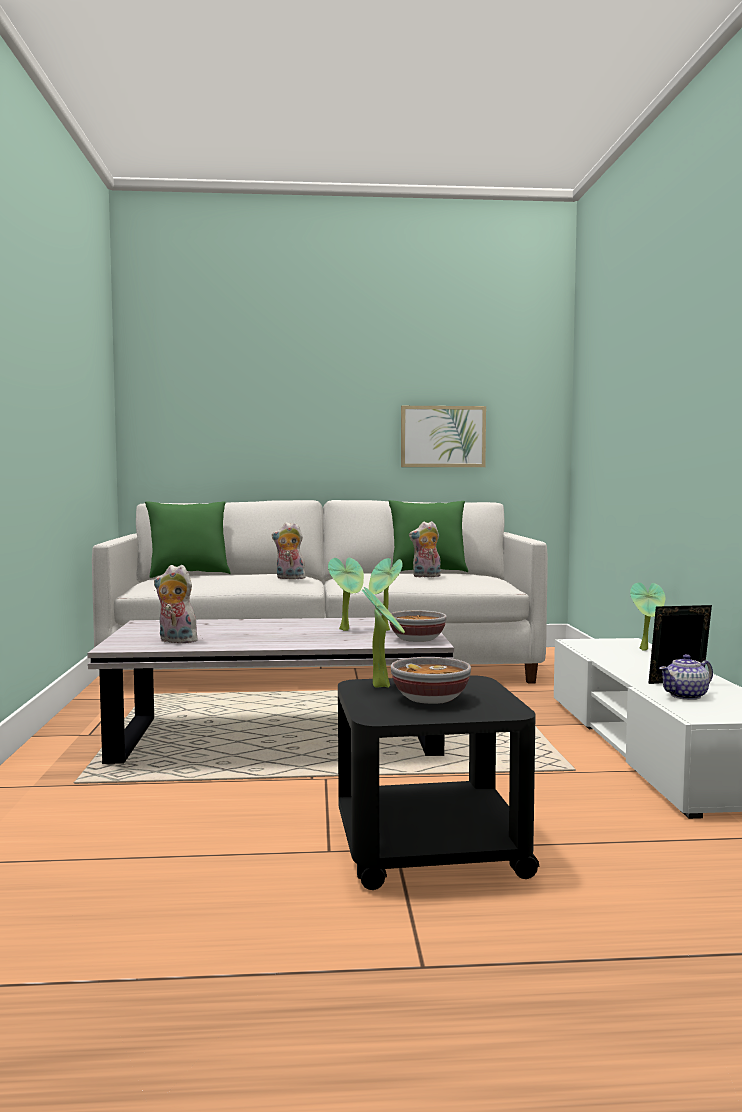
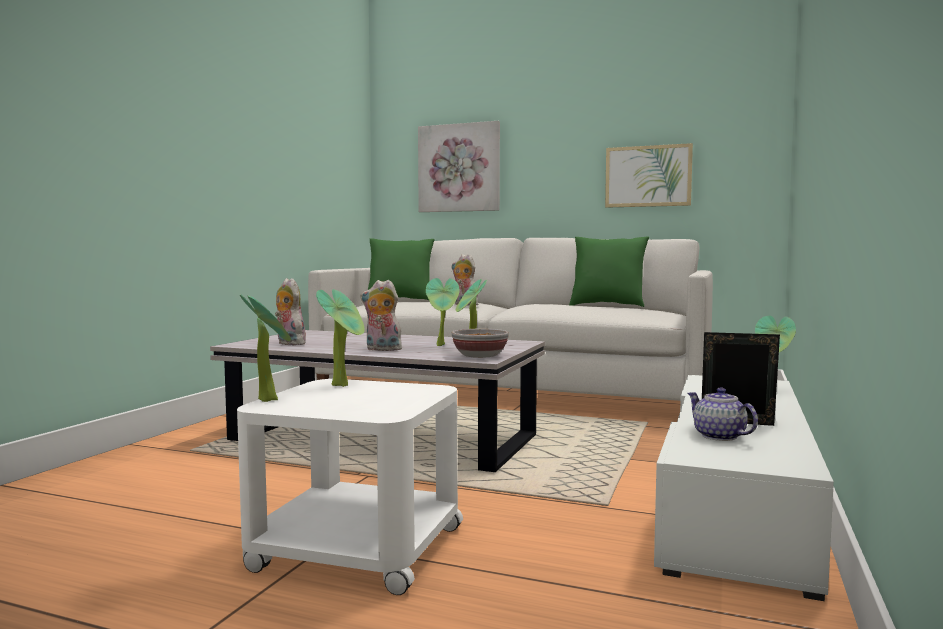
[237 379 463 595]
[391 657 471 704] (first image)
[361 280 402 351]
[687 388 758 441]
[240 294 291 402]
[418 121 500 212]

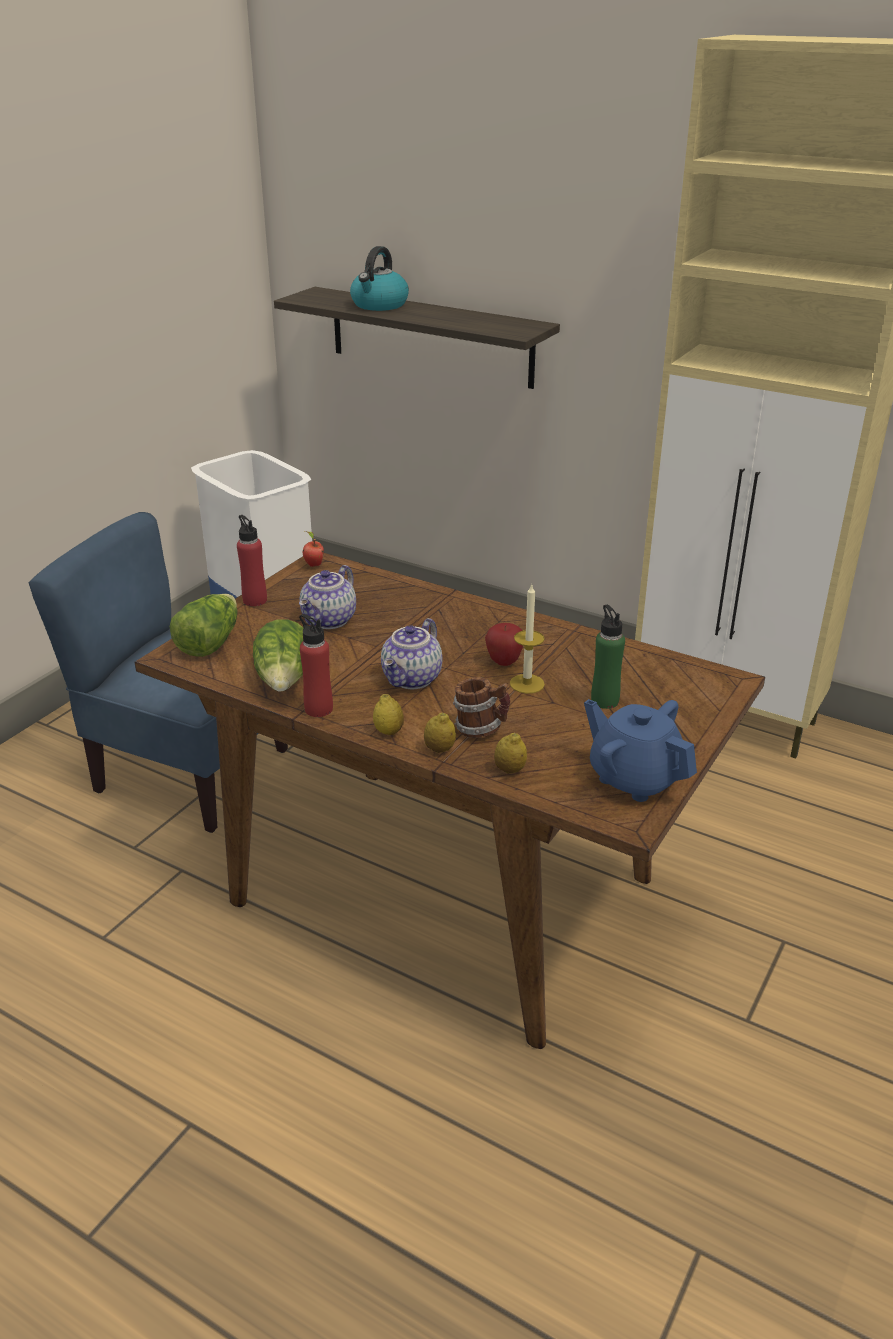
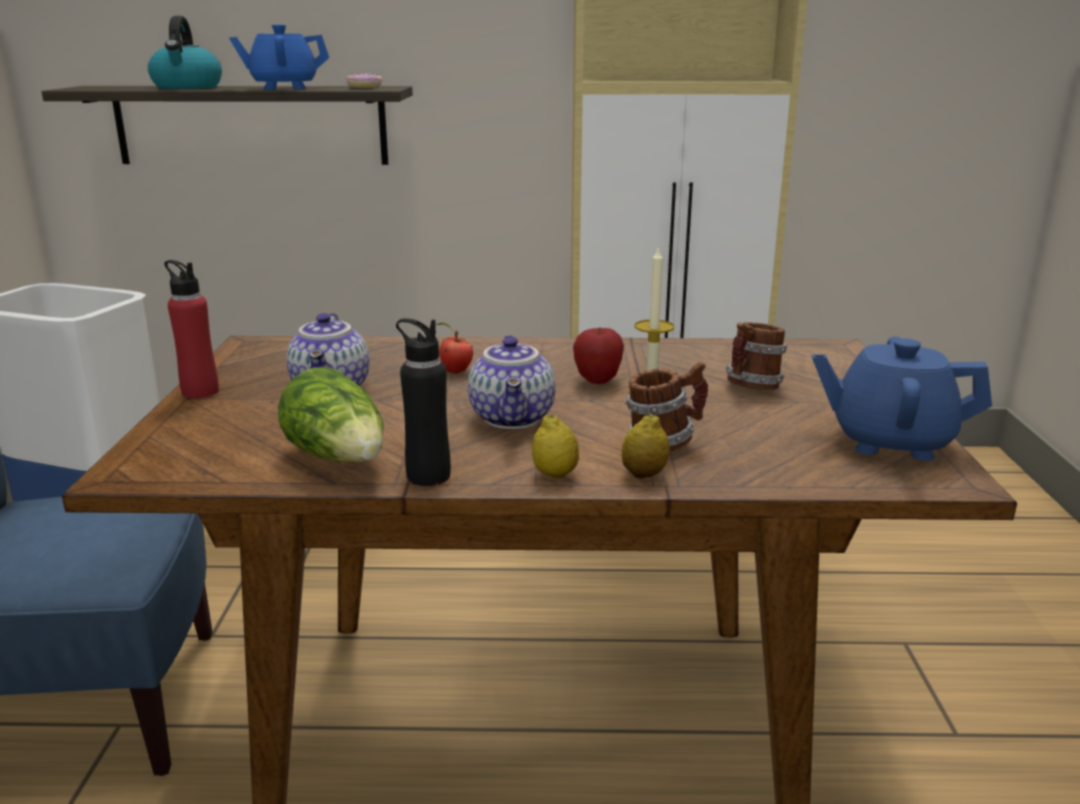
[170 594 238 657] (first image)
[396 318 451 486]
[436 323 473 374]
[494 733 527 774] (first image)
[726 322 787 390]
[229 24 329 90]
[346 73 382 88]

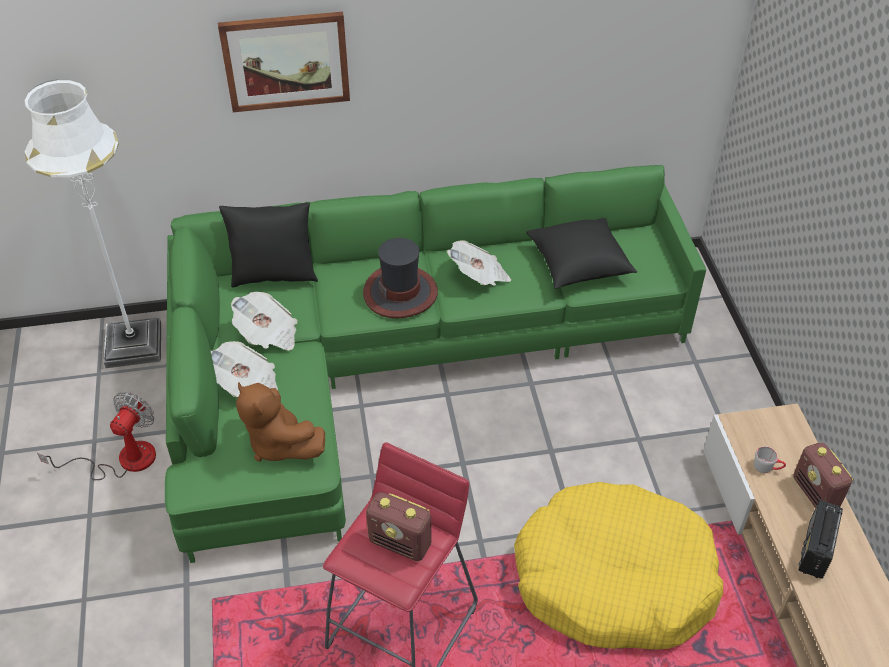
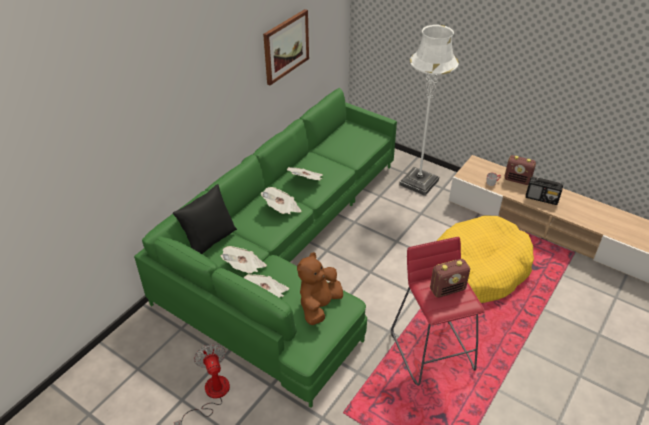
[399 24 459 196]
[263 9 309 85]
[297 252 343 325]
[261 187 301 214]
[526 218 637 289] (first image)
[526 177 563 205]

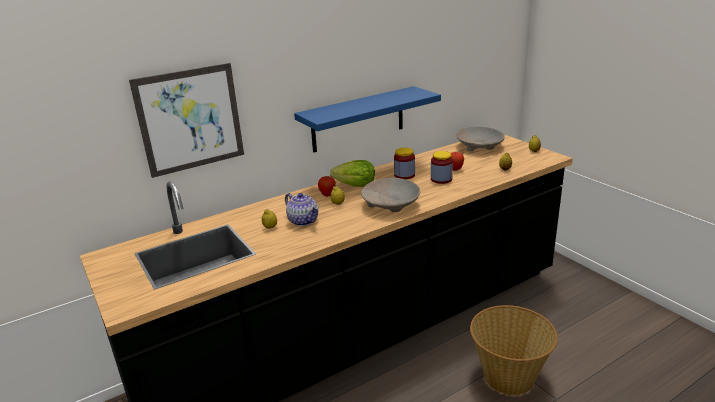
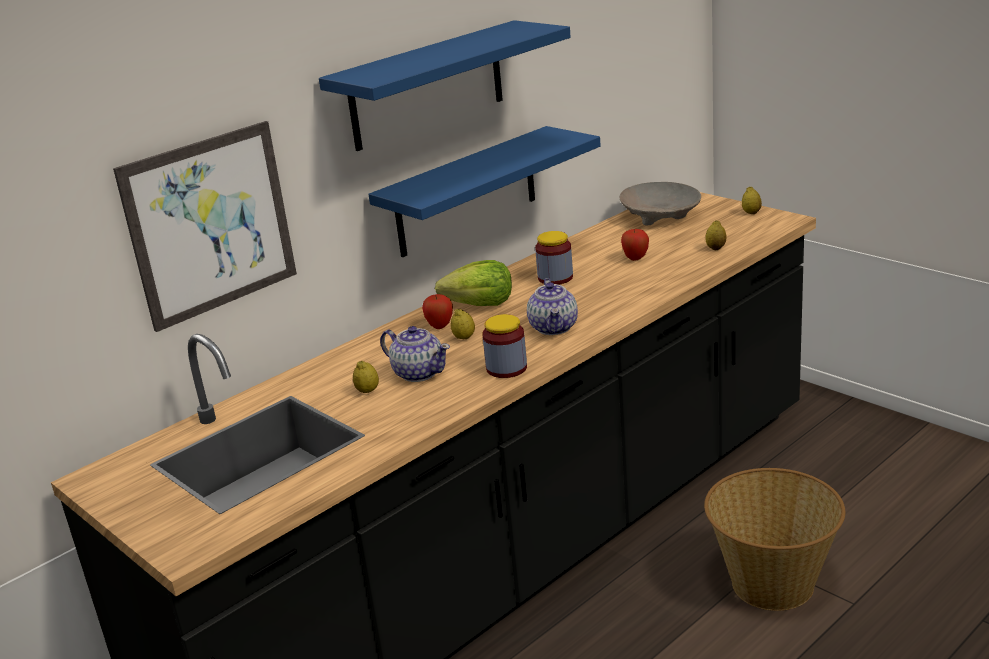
[527 278 578 335]
[482 314 527 378]
[319 20 571 151]

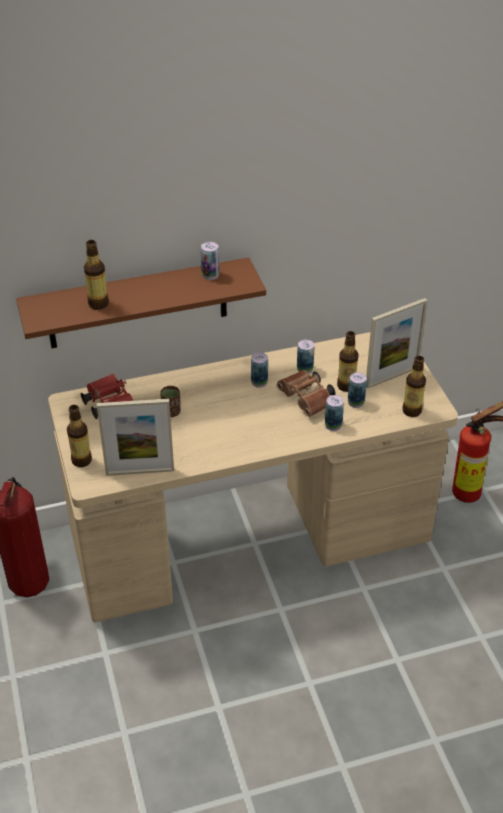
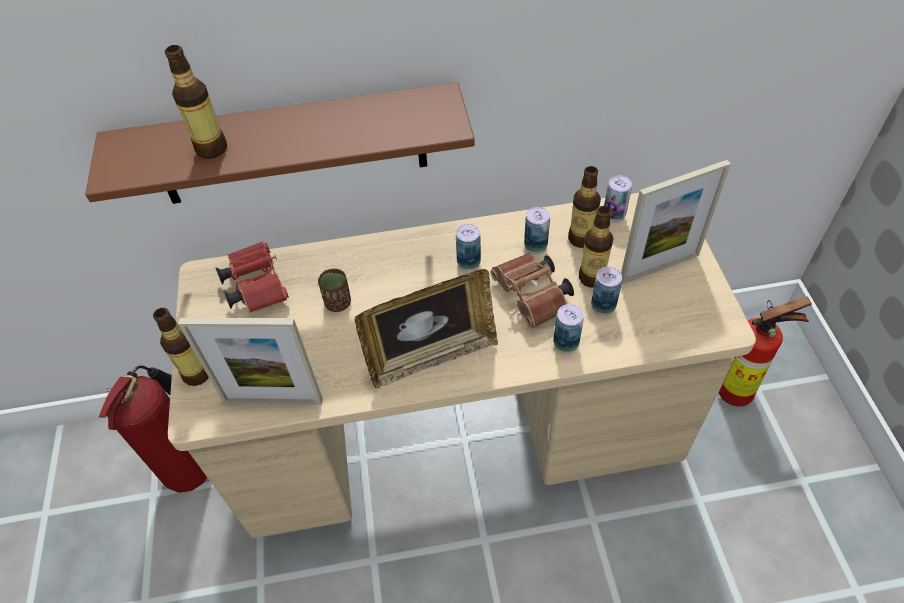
[604 175 632 223]
[568 166 601 248]
[355 269 498 388]

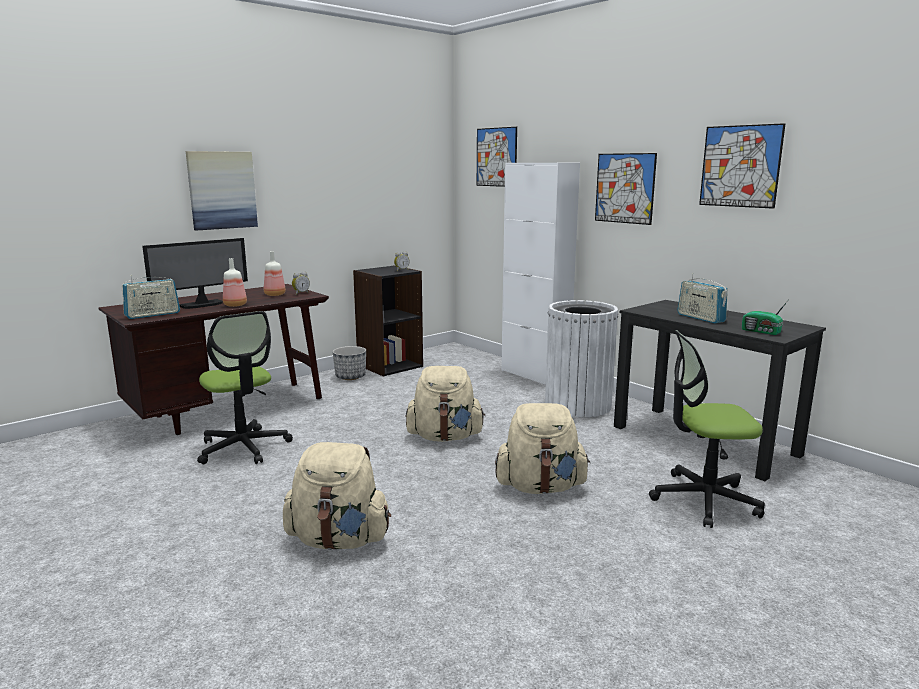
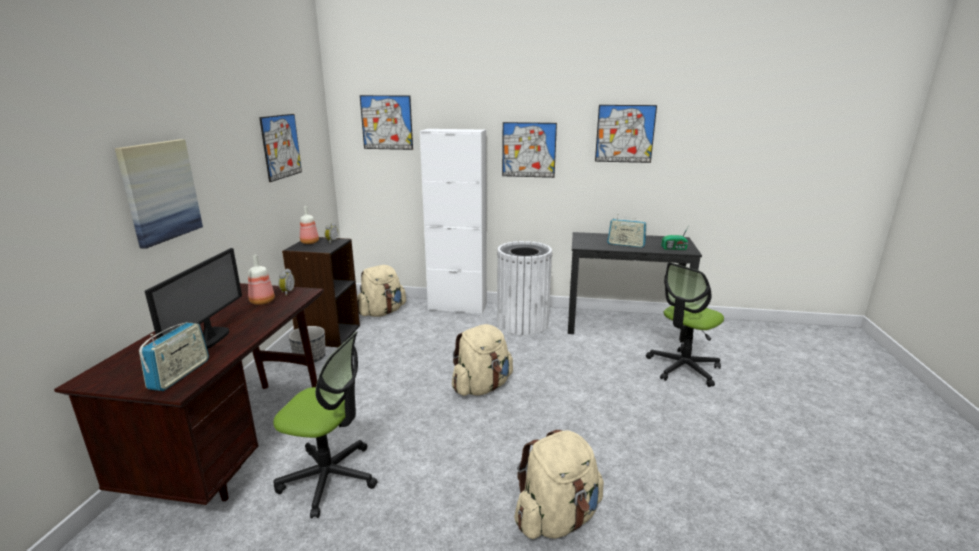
[300 206 319 244]
[357 265 406 317]
[259 114 302 182]

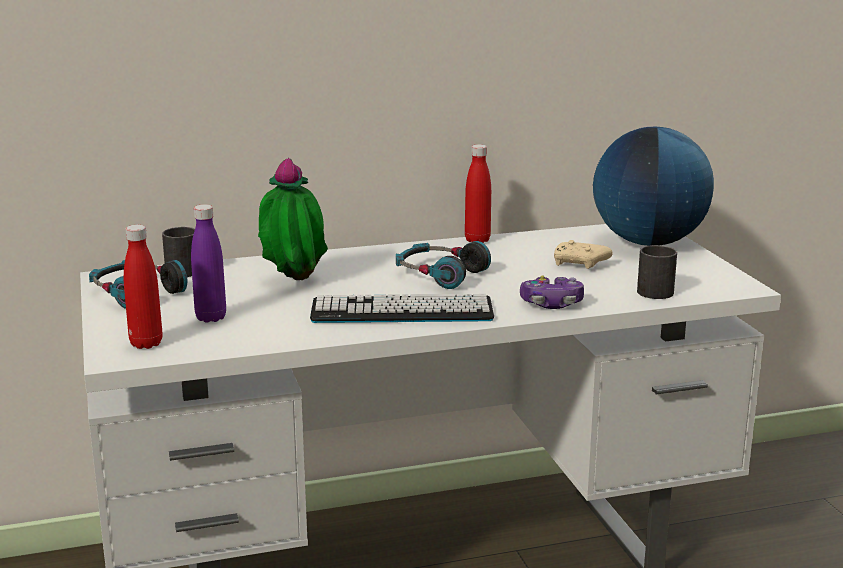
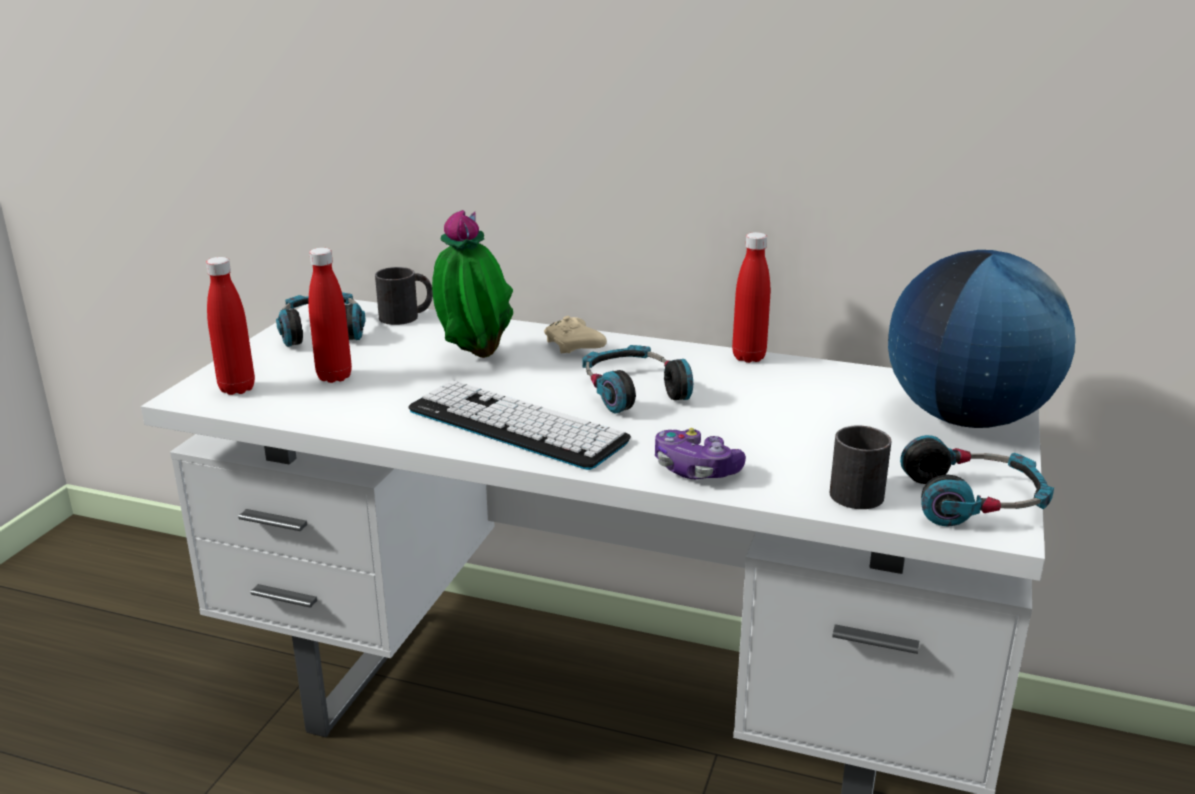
[309 248 352 383]
[544 316 607 353]
[900 435 1054 526]

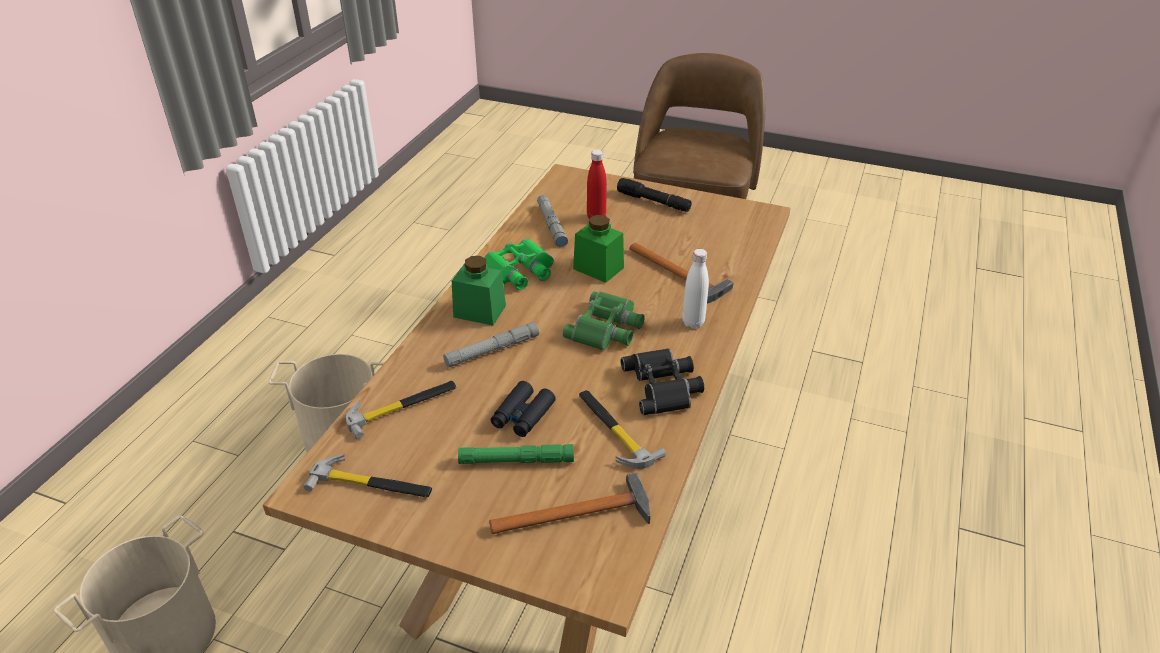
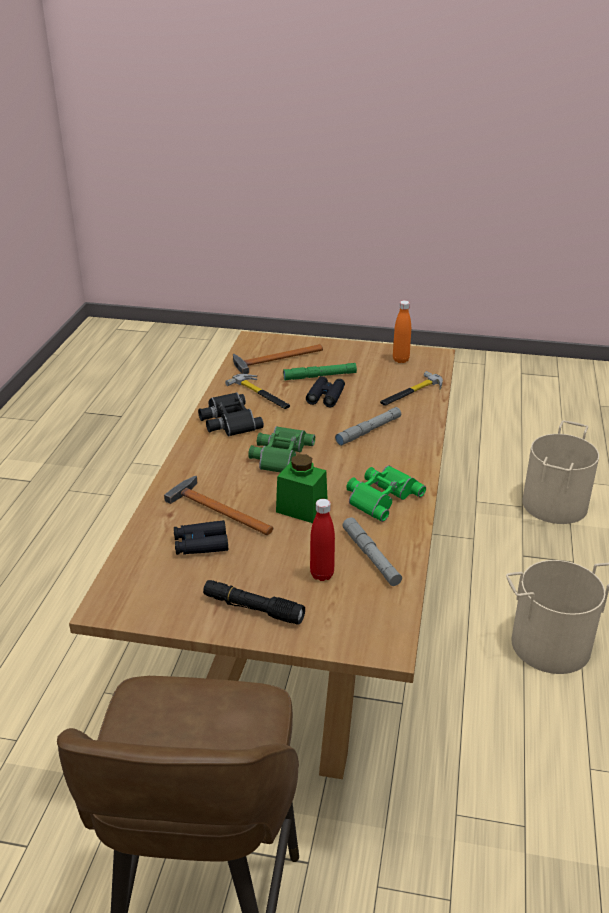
[393 300 411 363]
[452 256 506 326] (first image)
[682 249 709 328] (first image)
[174 520 228 555]

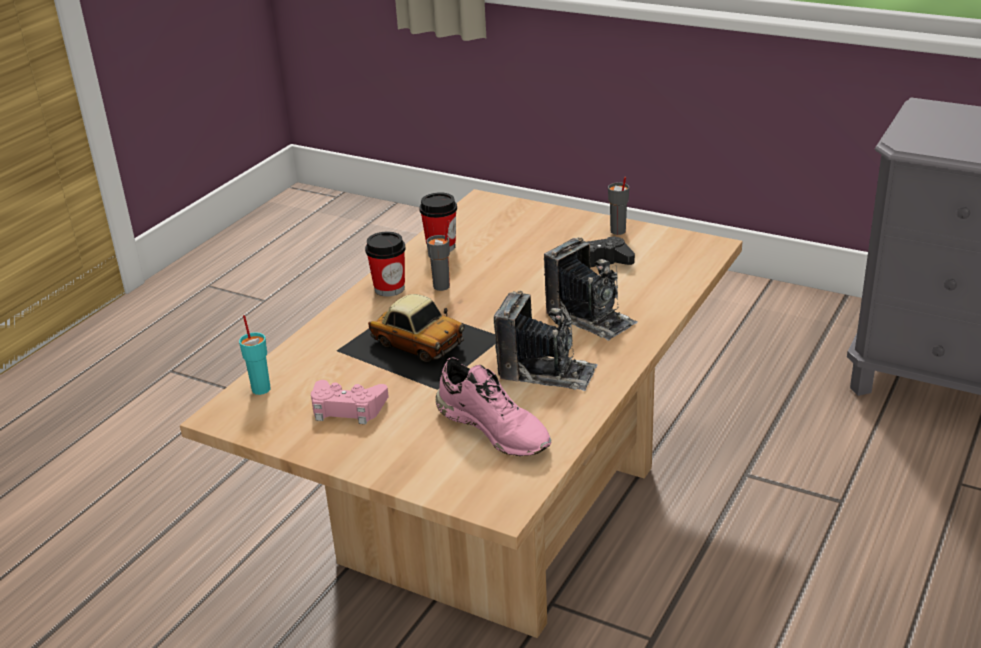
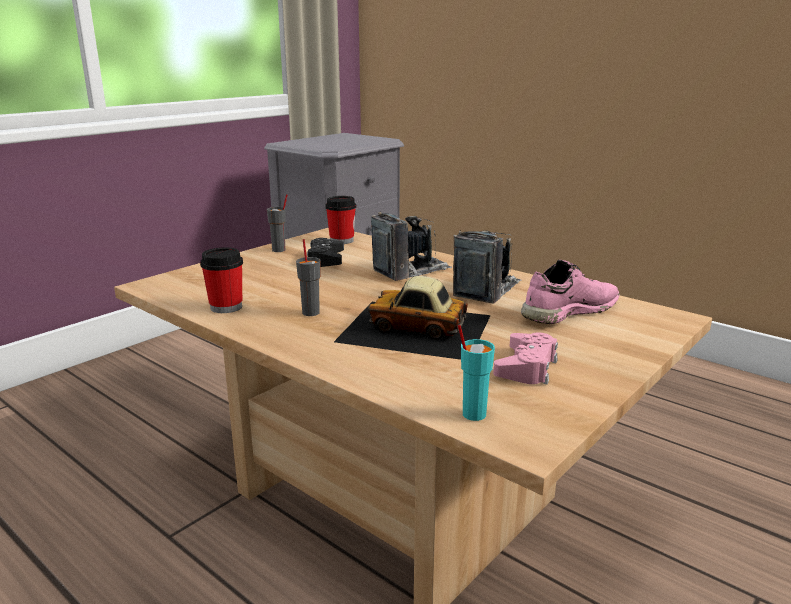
[334 276 491 360]
[325 196 356 244]

